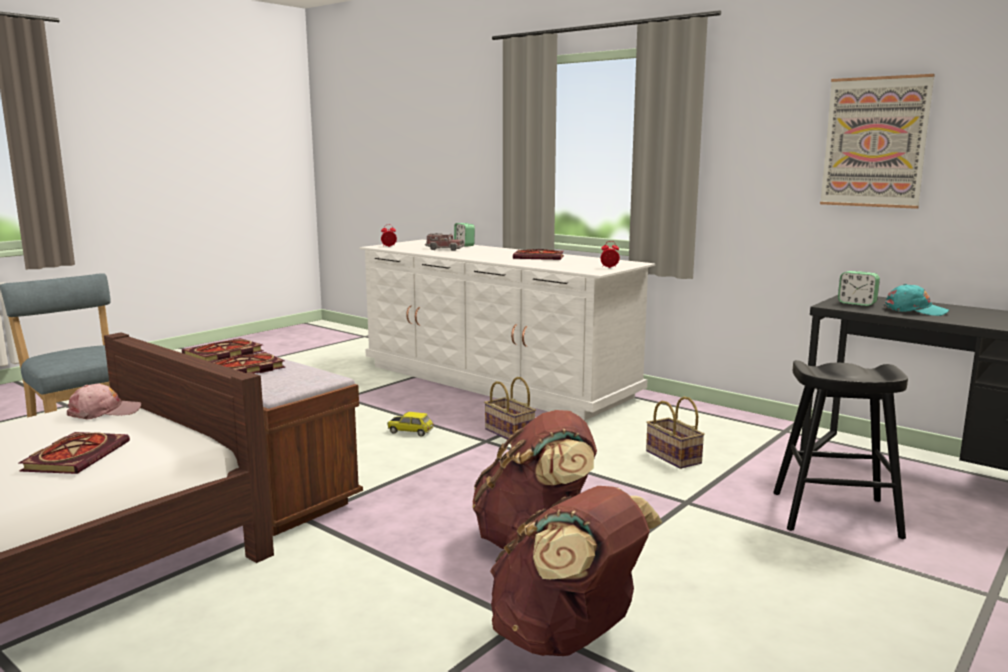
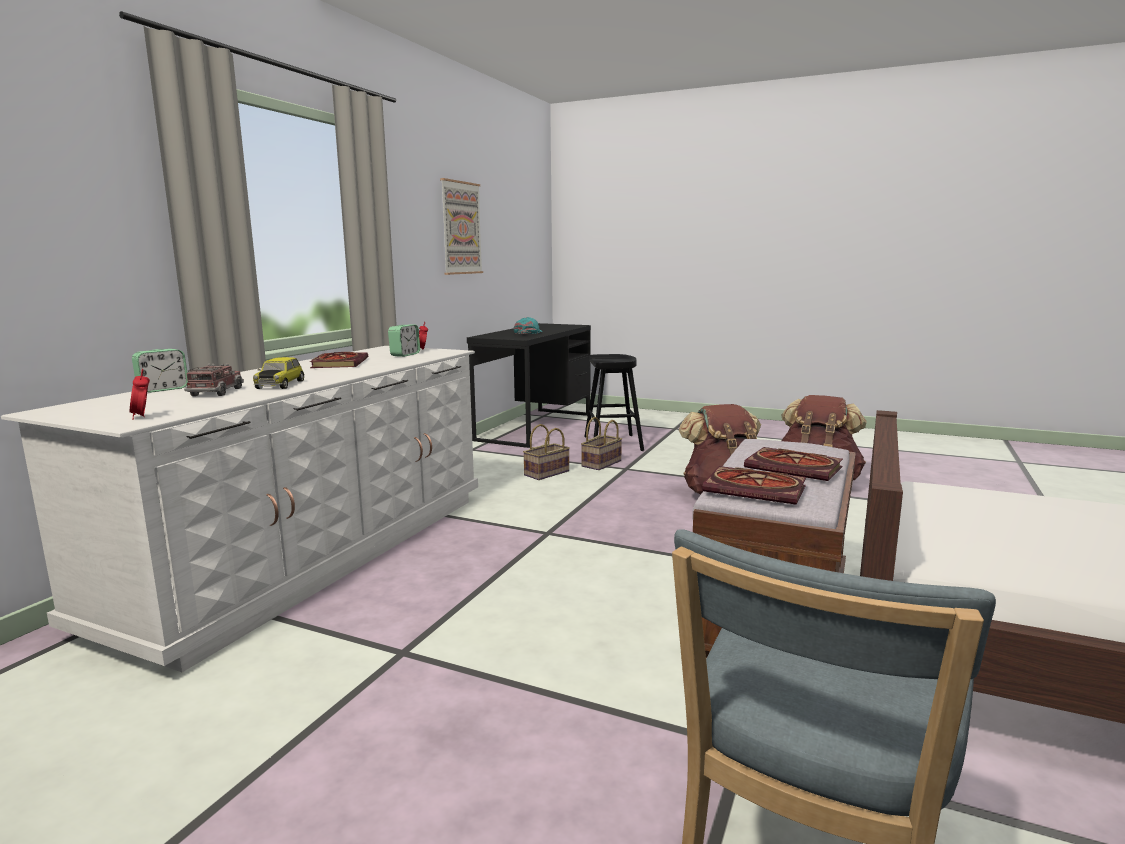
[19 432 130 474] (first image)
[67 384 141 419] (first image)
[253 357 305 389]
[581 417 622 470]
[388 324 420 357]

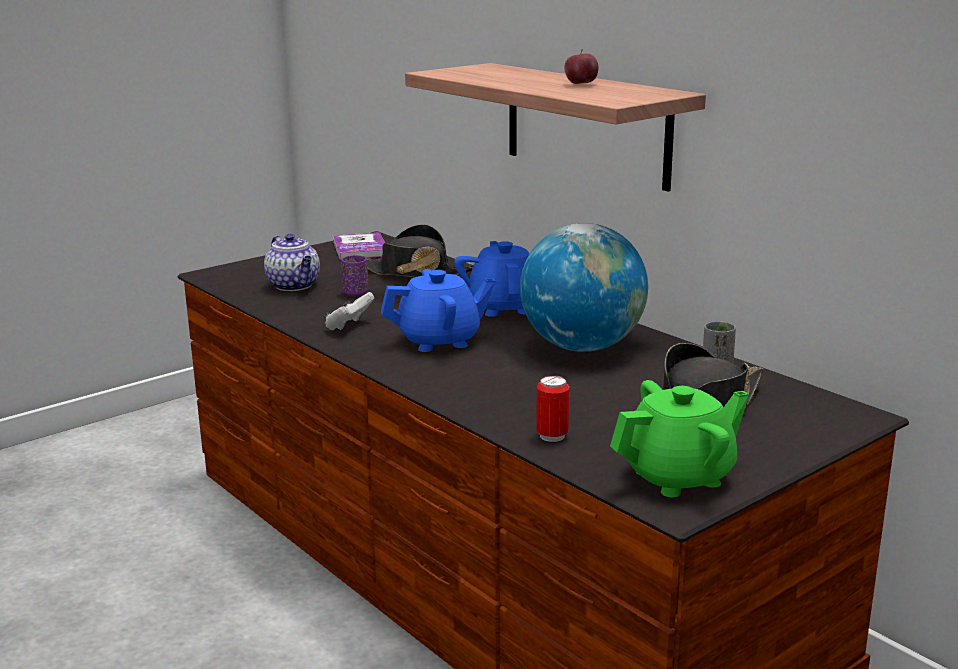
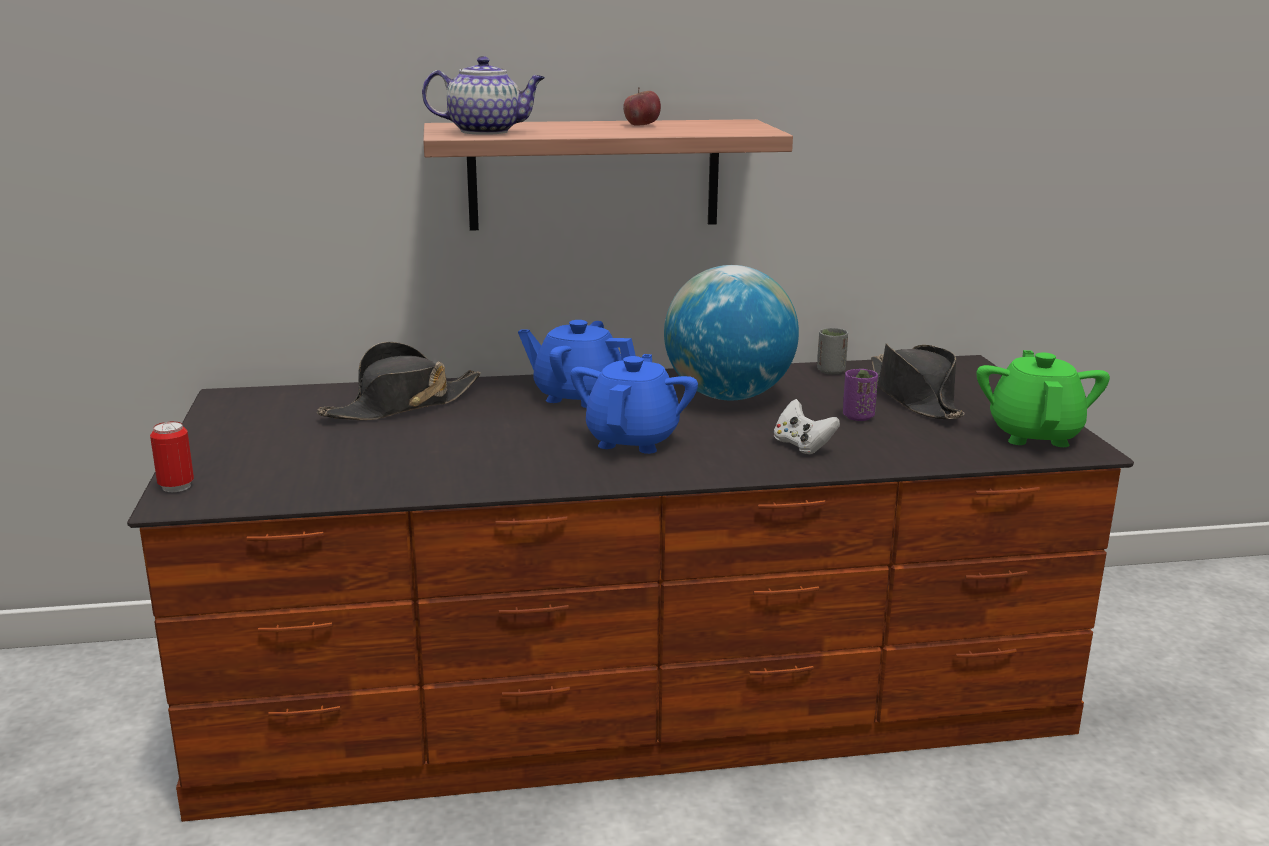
[422 56 545 135]
[774 399 840 455]
[333 232 385 260] (first image)
[843 369 878 421]
[150 421 194 492]

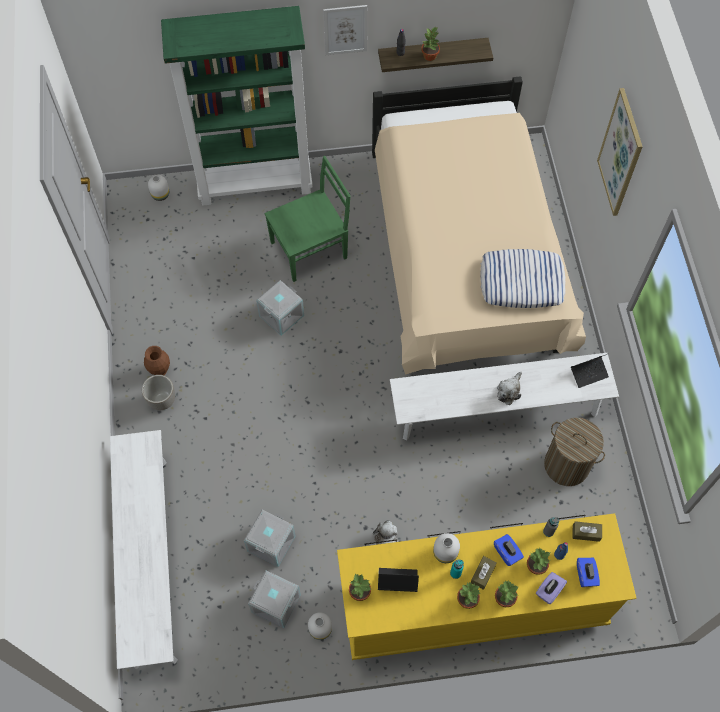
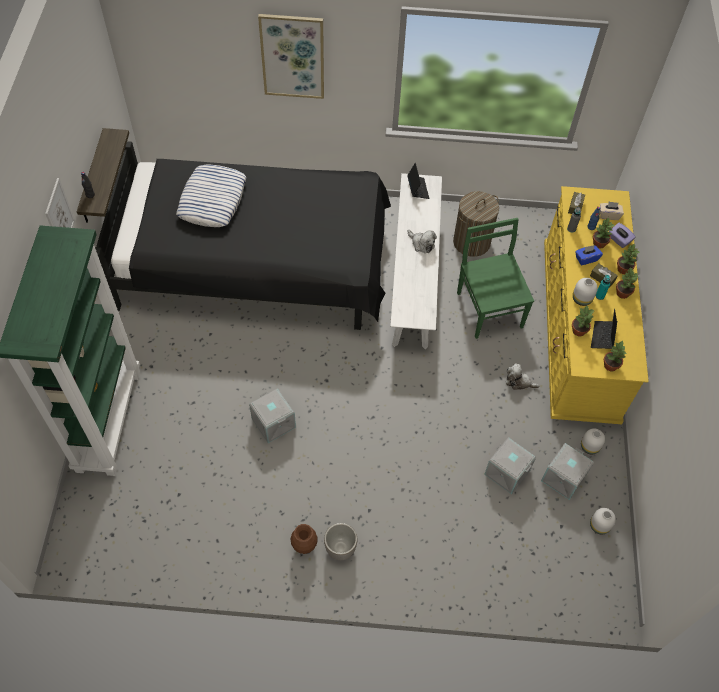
[110 430 178 670] (first image)
[590 508 616 534]
[457 218 534 339]
[95 141 391 330]
[572 305 594 337]
[176 165 246 227]
[600 201 624 220]

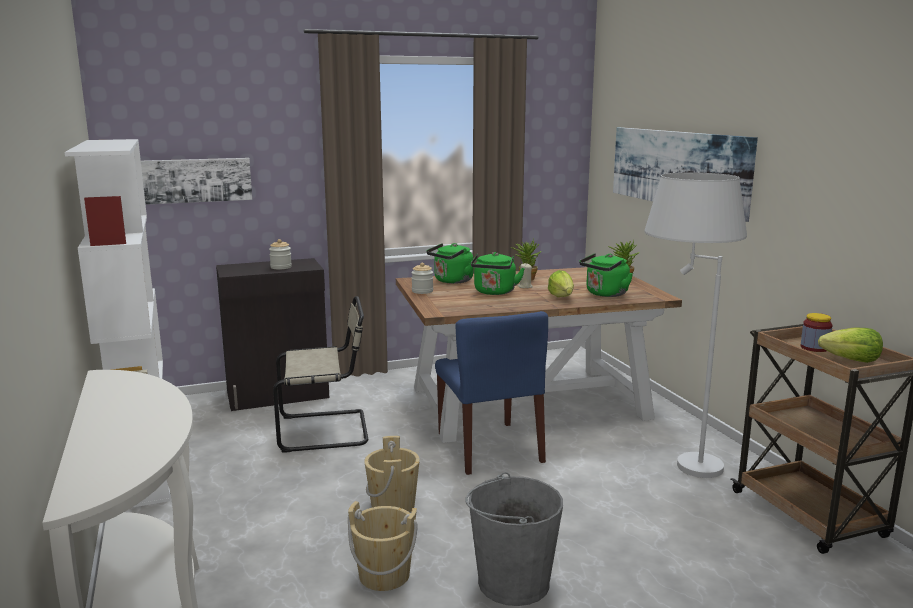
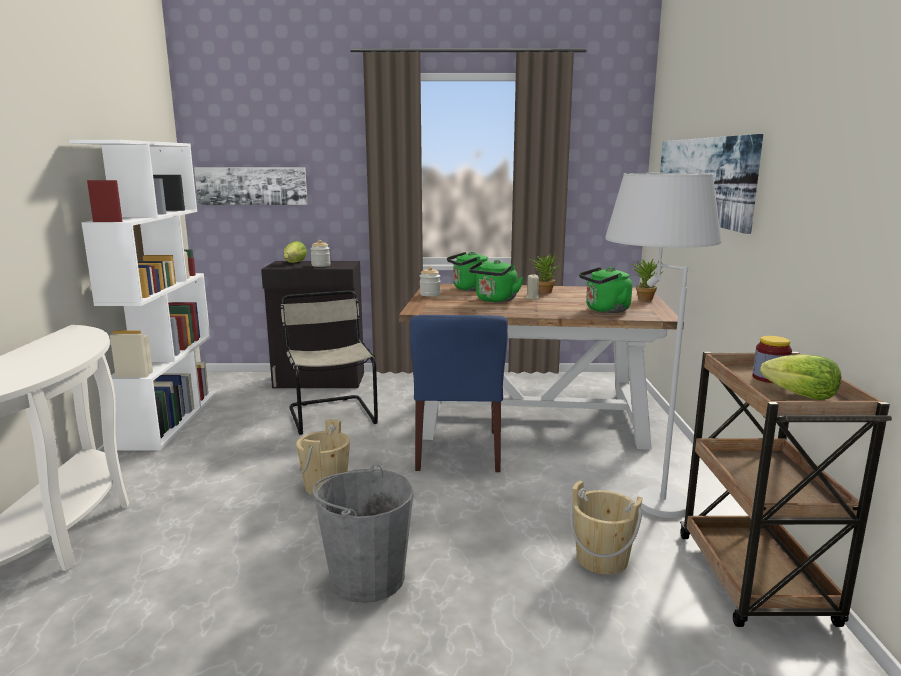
[280 290 378 435]
[570 481 643 575]
[284 241 307 263]

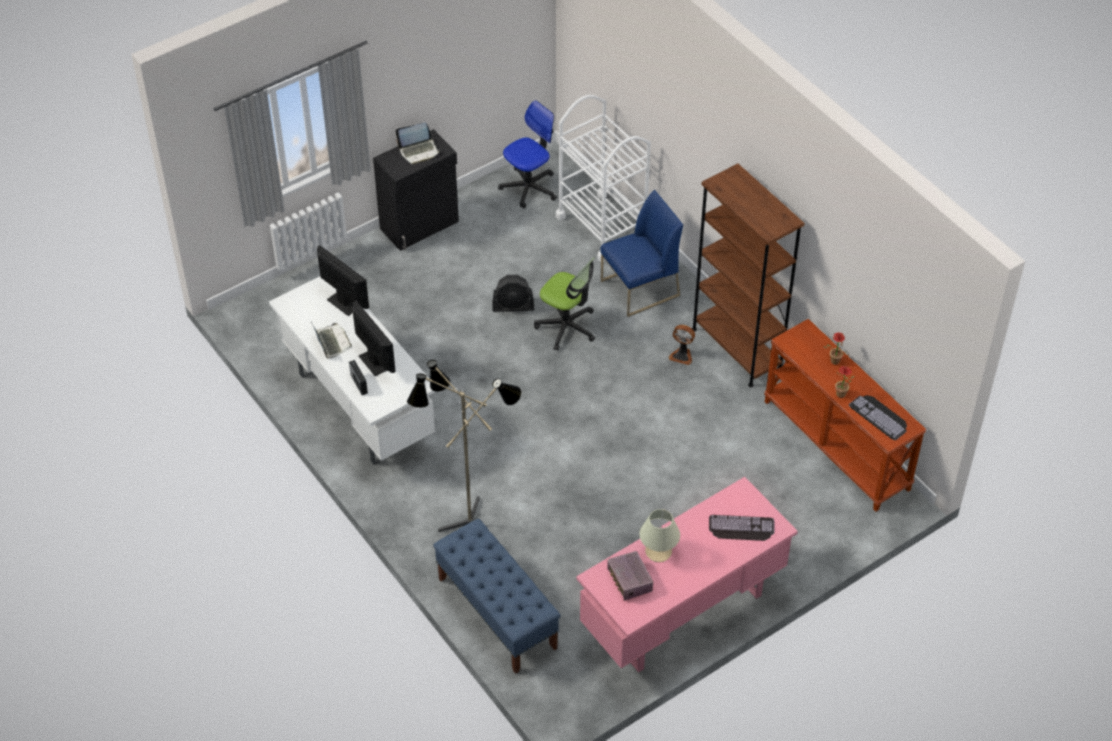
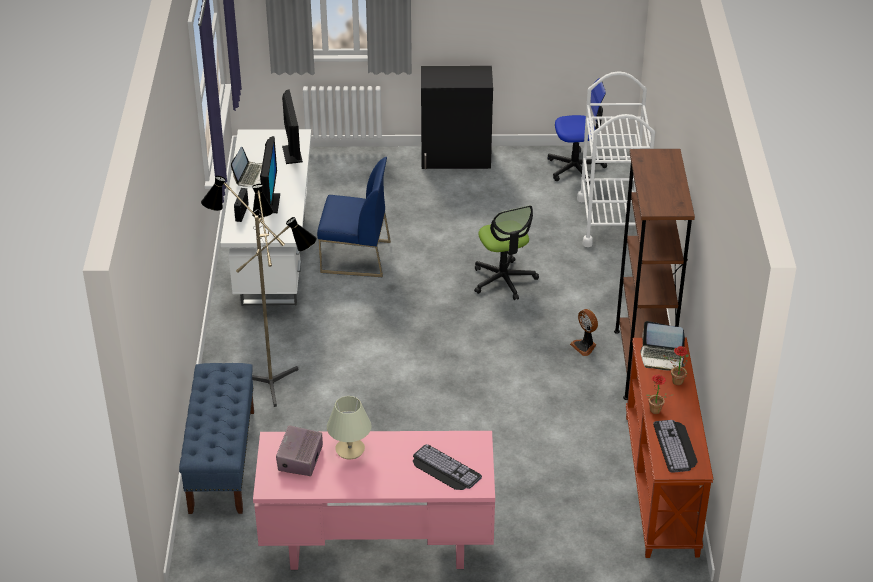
[640 321 685 370]
[492 275 534 312] (first image)
[317 157 391 277]

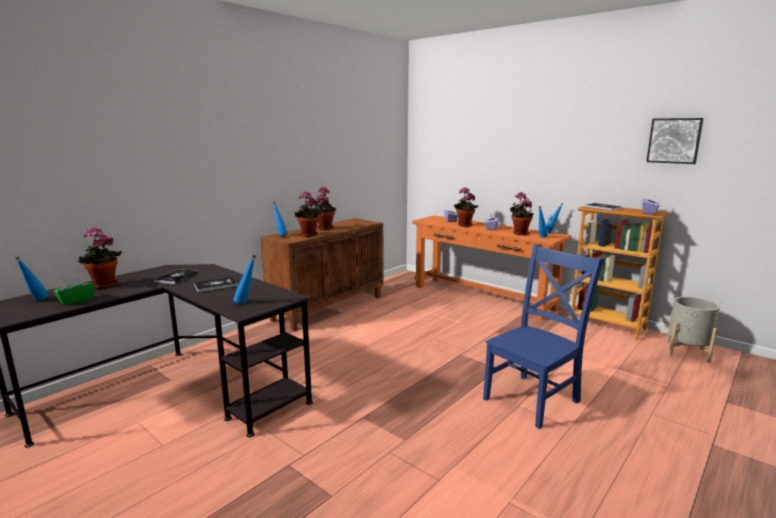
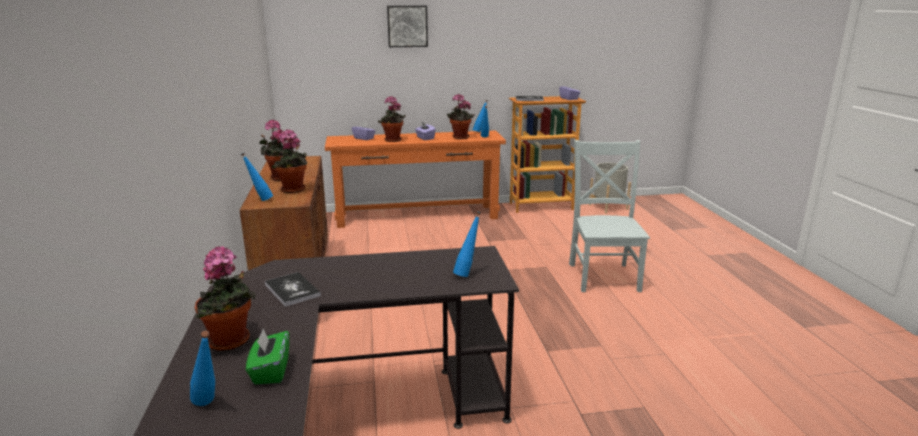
[194 277 238 292] (first image)
[569 140 650 292]
[387 6 428 47]

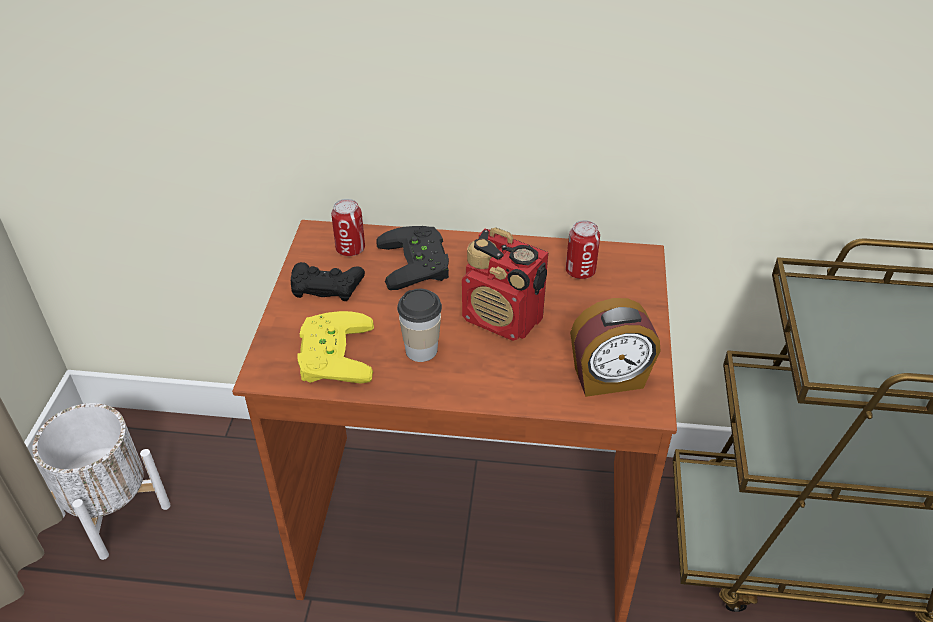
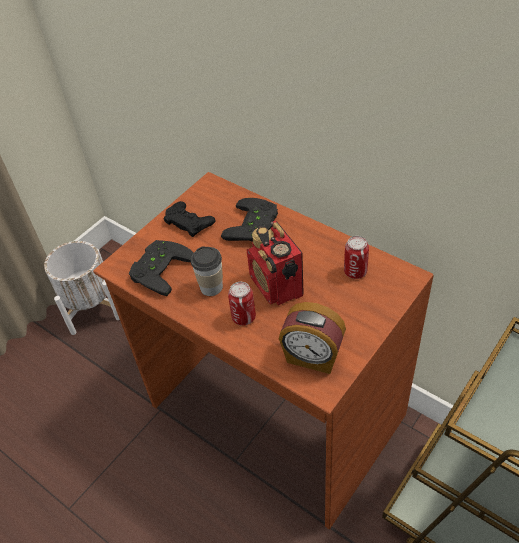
[129 240 194 296]
[228 282 256 326]

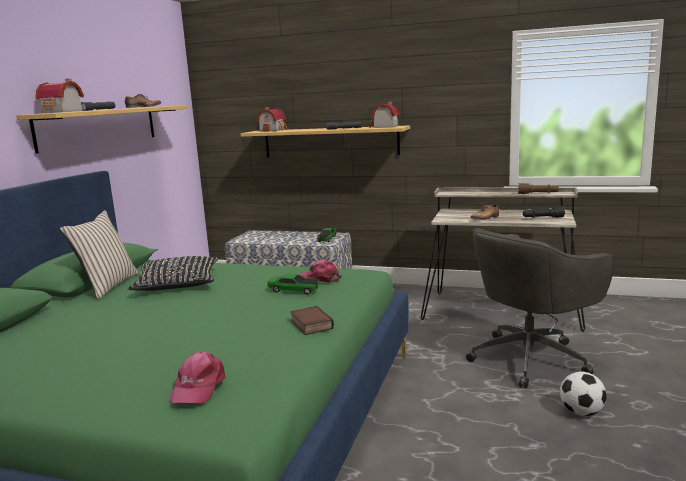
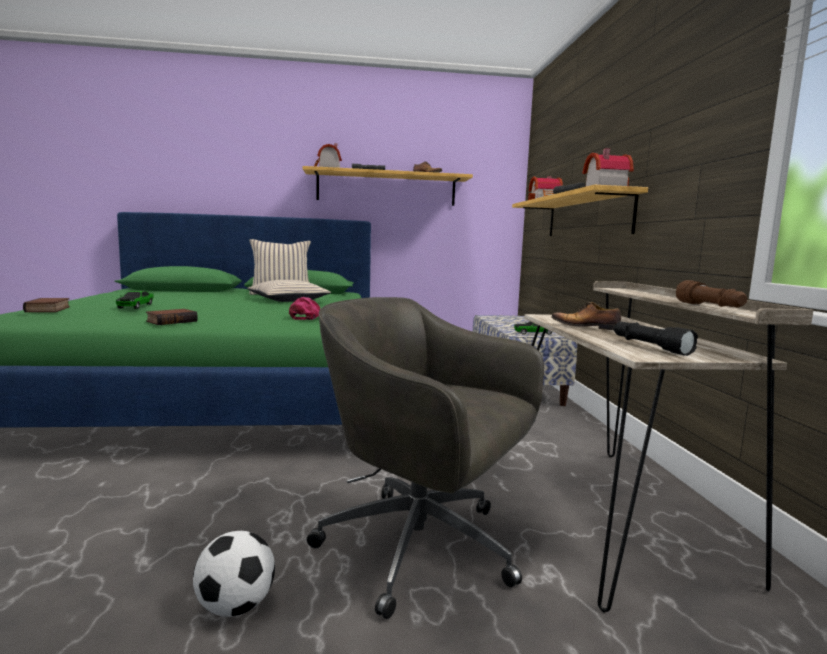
[247 280 331 302]
[23 298 70 312]
[116 291 154 309]

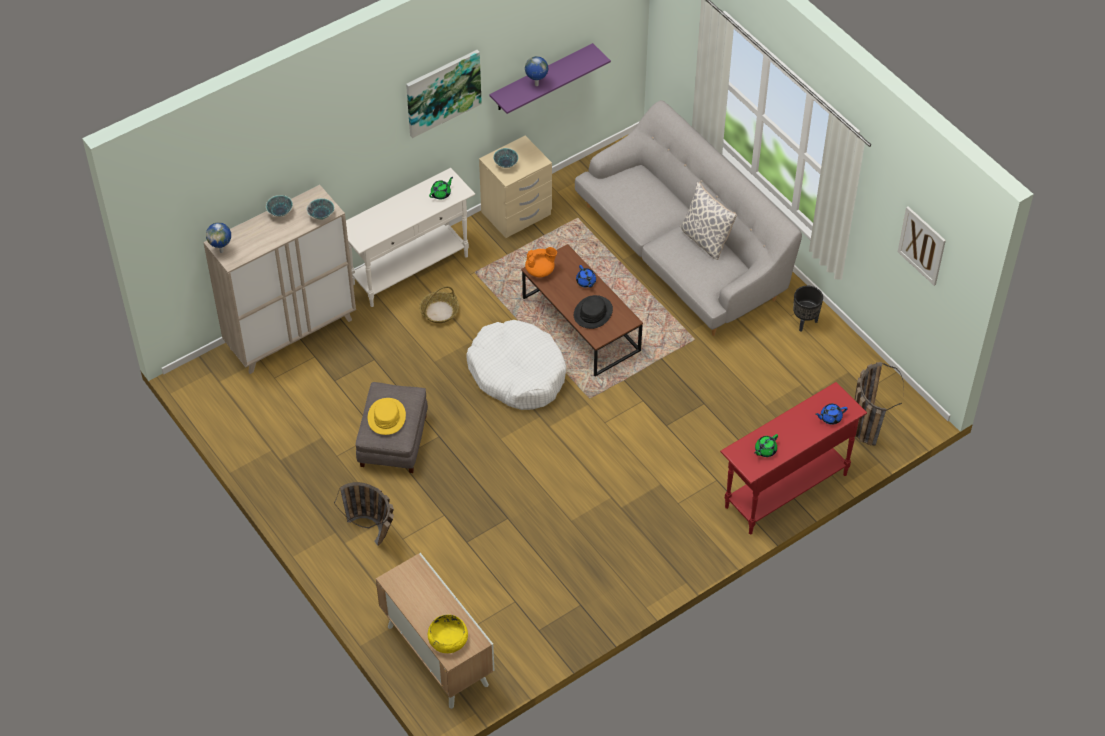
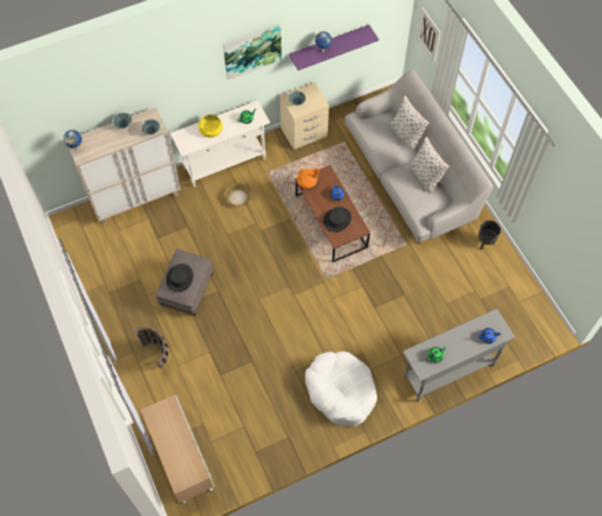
[166 264 193 292]
[198 115 223 138]
[305 351 377 426]
[402 308 515 402]
[855 362 904 446] (first image)
[417 7 441 62]
[390 96 429 150]

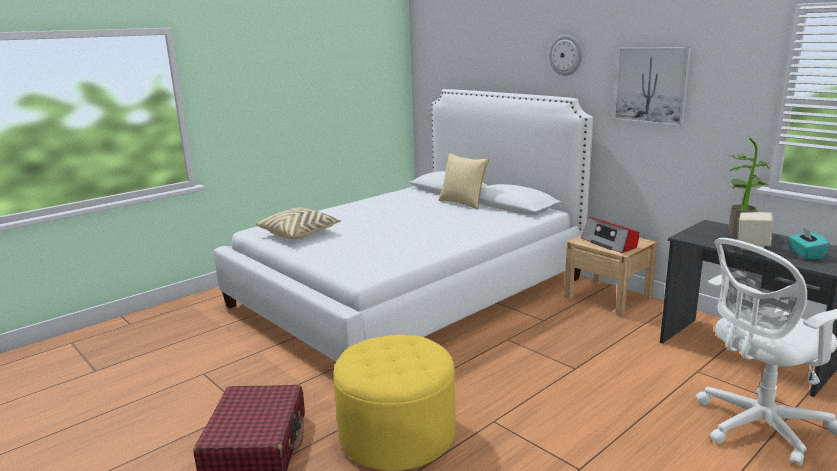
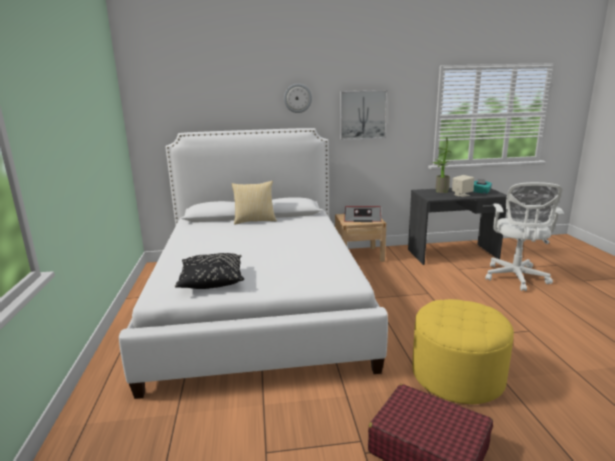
[175 253 244 289]

